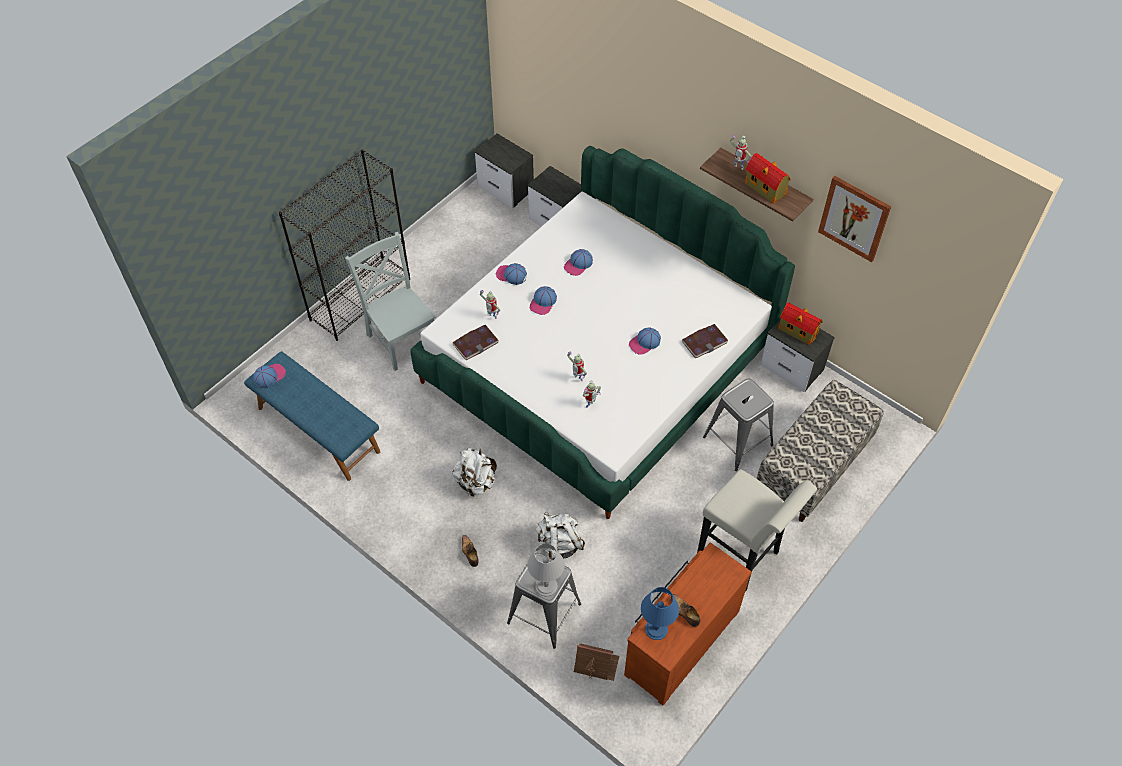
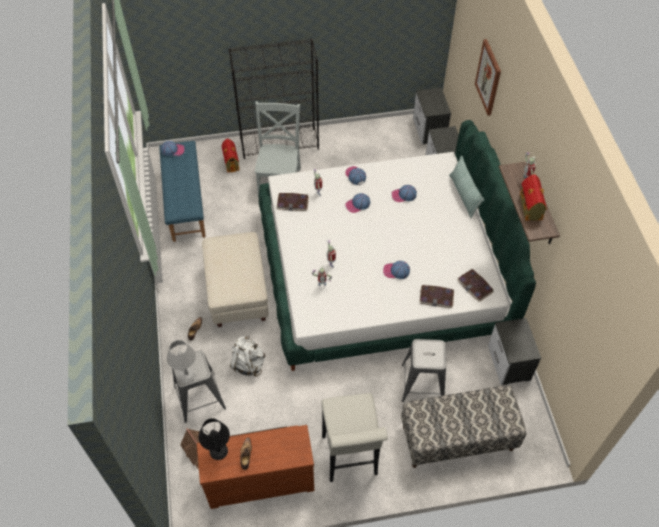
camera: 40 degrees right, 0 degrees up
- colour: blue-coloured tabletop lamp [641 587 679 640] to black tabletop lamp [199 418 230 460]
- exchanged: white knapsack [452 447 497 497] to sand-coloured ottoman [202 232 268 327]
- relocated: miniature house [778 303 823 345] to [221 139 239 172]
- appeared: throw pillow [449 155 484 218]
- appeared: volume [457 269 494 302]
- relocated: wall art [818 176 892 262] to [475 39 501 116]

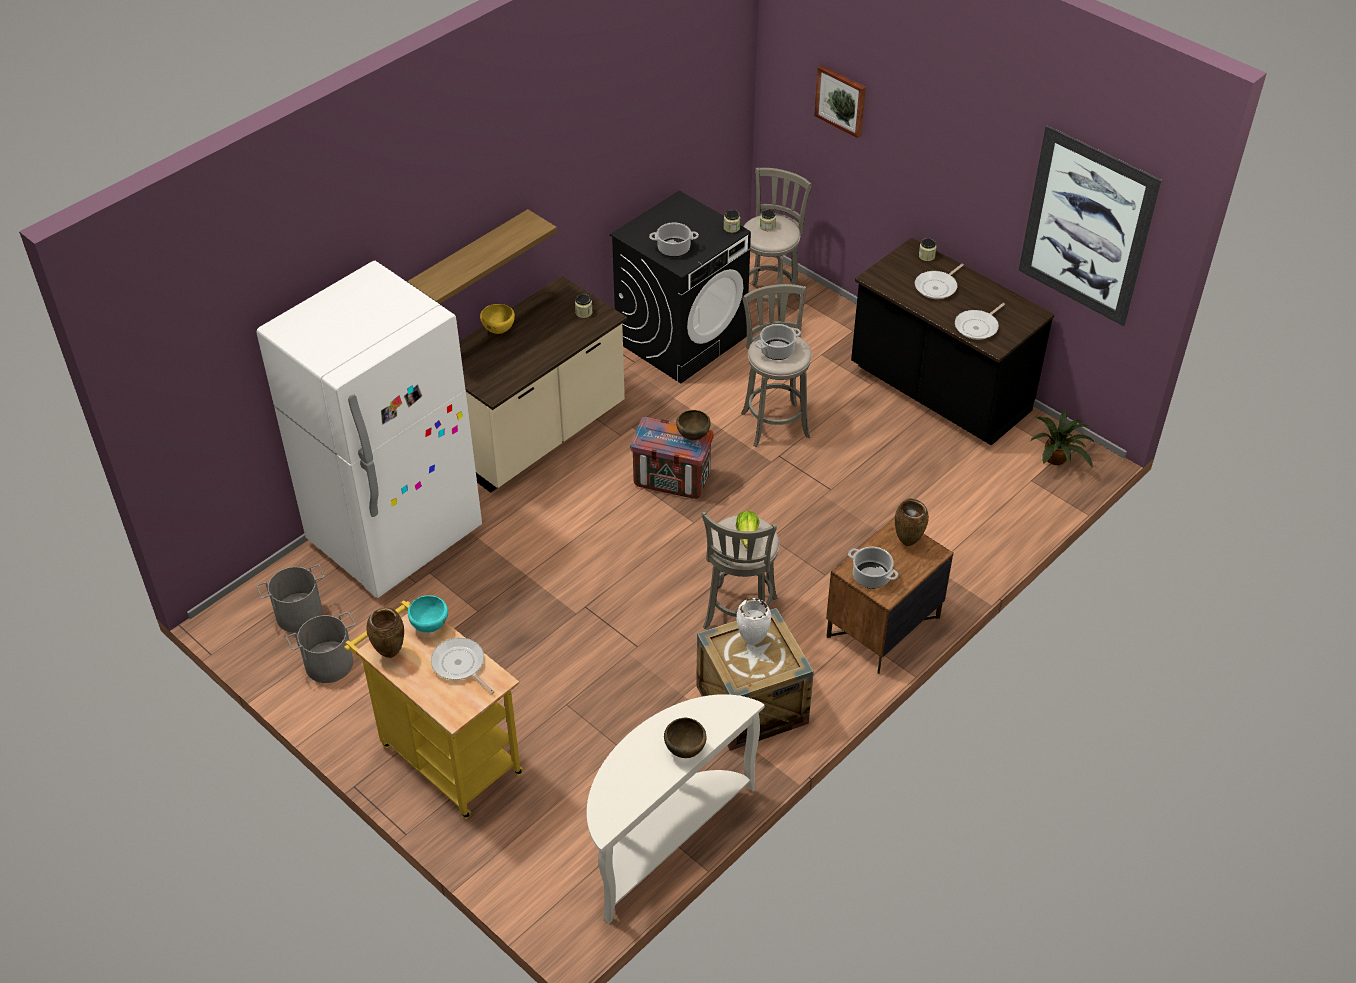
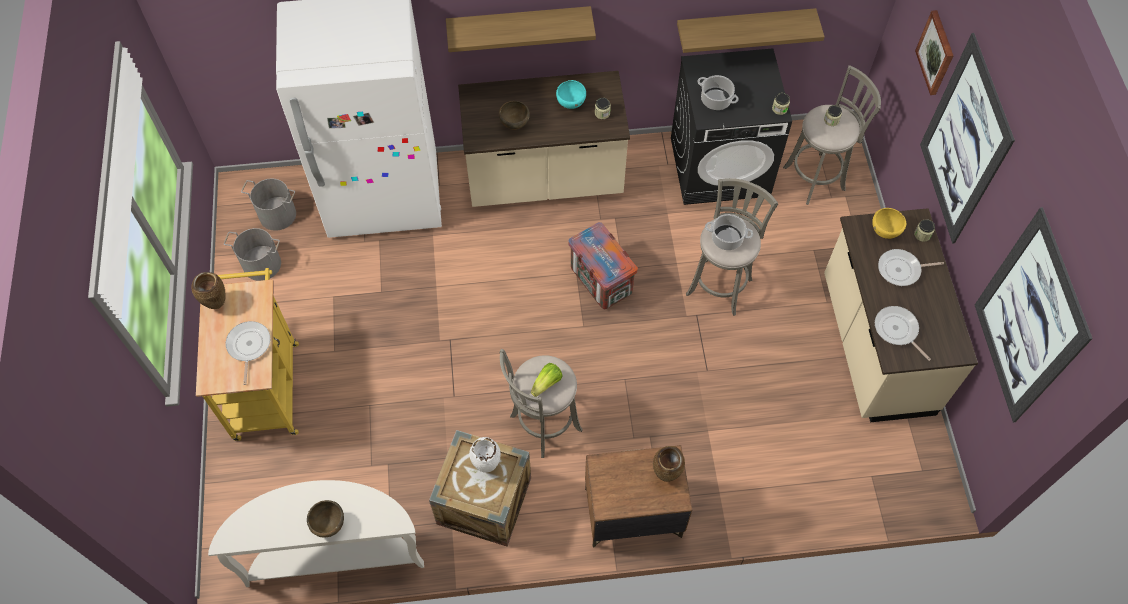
camera: 40 degrees right, 15 degrees up
- relocated: brownish serving bowl [676 410 711 440] to [499 101 530 130]
- relocated: turquoise serving bowl [408 595 448 633] to [556 80 586 109]
- appeared: wall shelf [677 8 824 53]
- colour: black counter [851 237 1054 446] to sand-coloured counter [824 208 978 422]
- relocated: yellow serving bowl [480 304 515 334] to [872 208 906 239]
- spun: frying pan [955 303 1005 340] = [875 306 931 361] 60 degrees clockwise
- appeared: wall art [920 33 1015 244]
- missing: cooking pot [848 547 898 589]
- missing: plant in a pot [1030 410 1095 468]

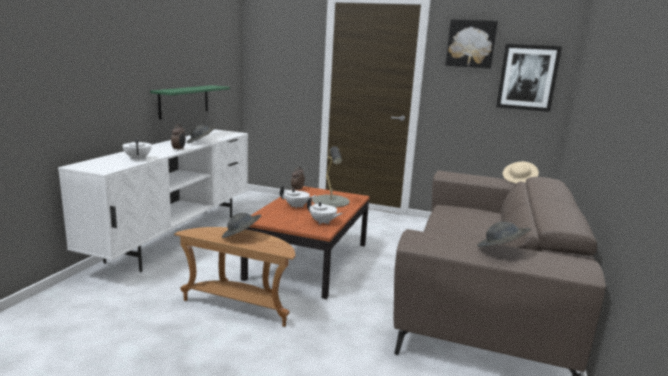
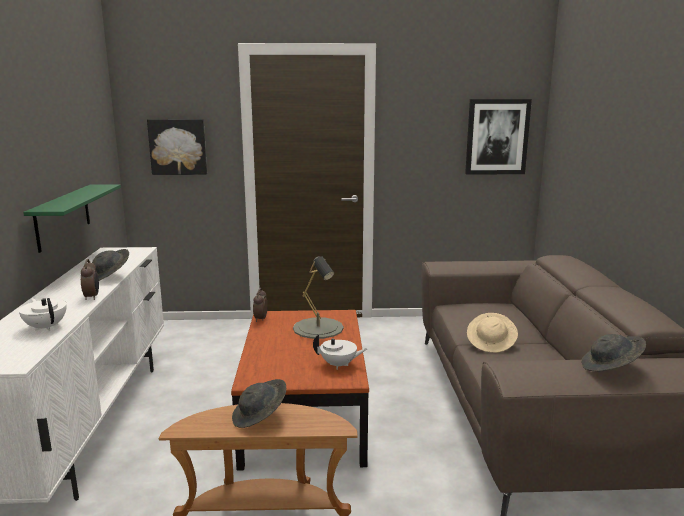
camera: 20 degrees left, 0 degrees up
- relocated: wall art [445 19 498 68] to [147 119 207 175]
- relocated: sand-coloured clothing hat [503 162 539 184] to [467 313 518 353]
- missing: white pot for tea [280 185 317 208]

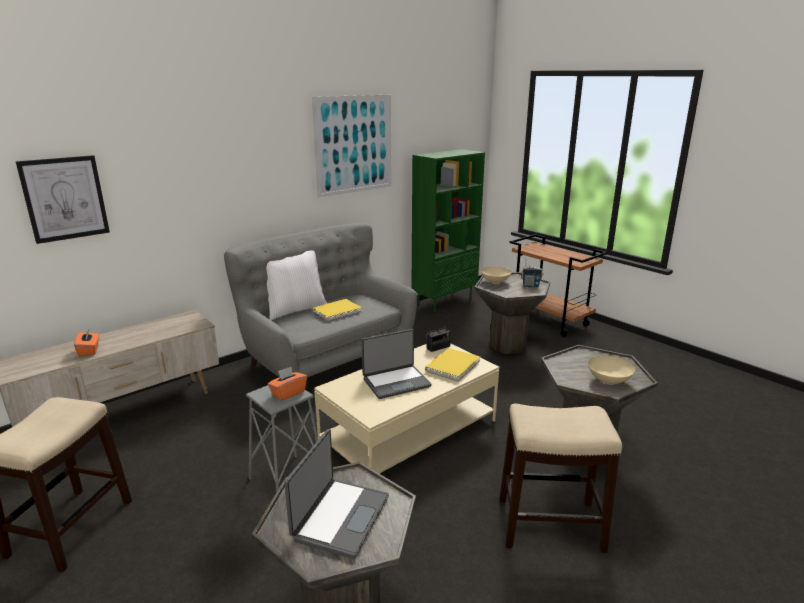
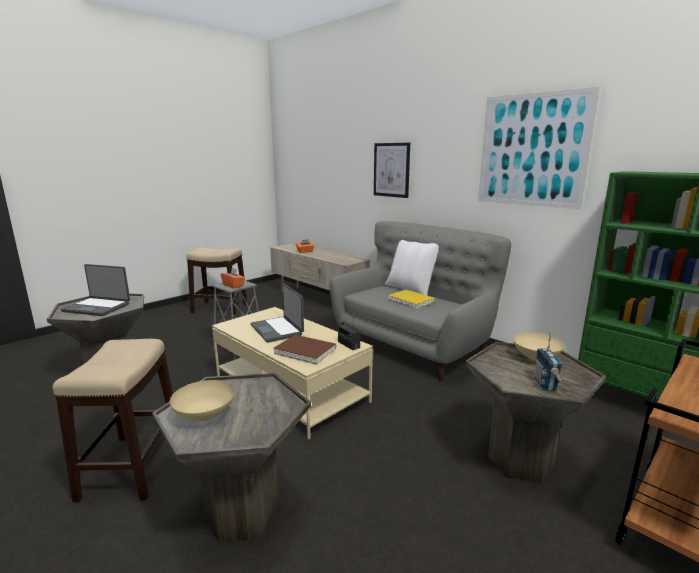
camera: 85 degrees right, 5 degrees down
- colour: yellow volume [425 348 480 382] to brownish volume [274 335 336 365]
- relocated: wall art [16 155 110 244] to [374 143 410 198]

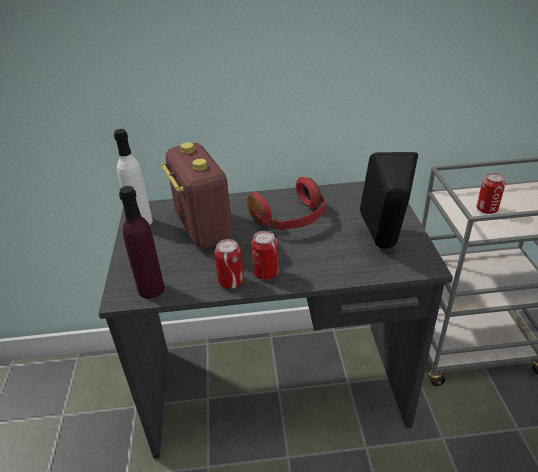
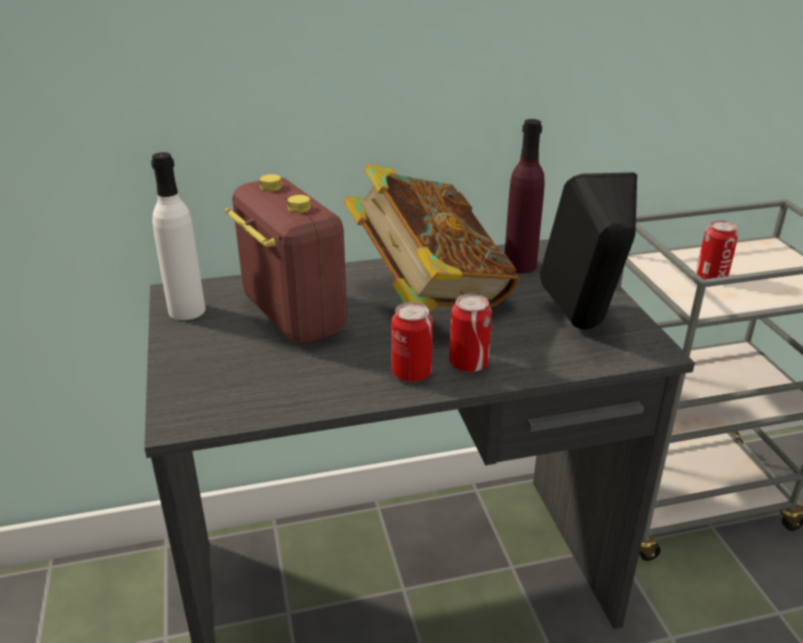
camera: 10 degrees left, 5 degrees down
- exchanged: red-coloured pair of headphones [247 177 326 230] to volume [344 164 519 311]
- relocated: can [214 239 244 289] to [449 294 492 372]
- relocated: purple bottle [119 186 165 298] to [505 119 545 273]

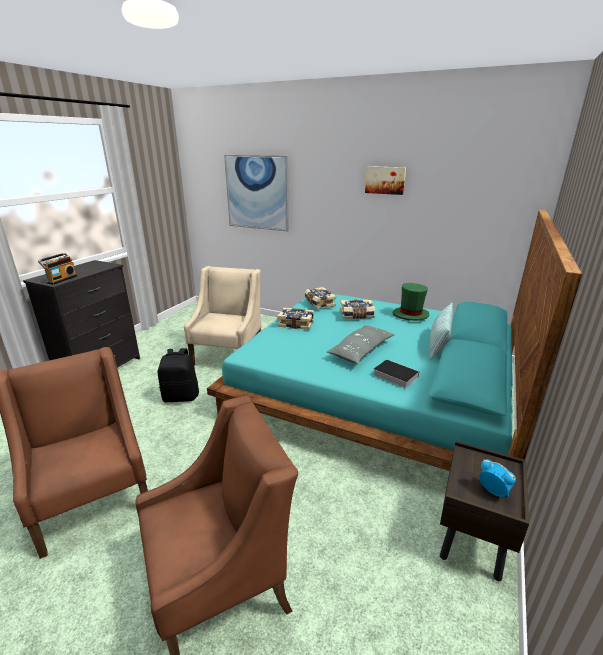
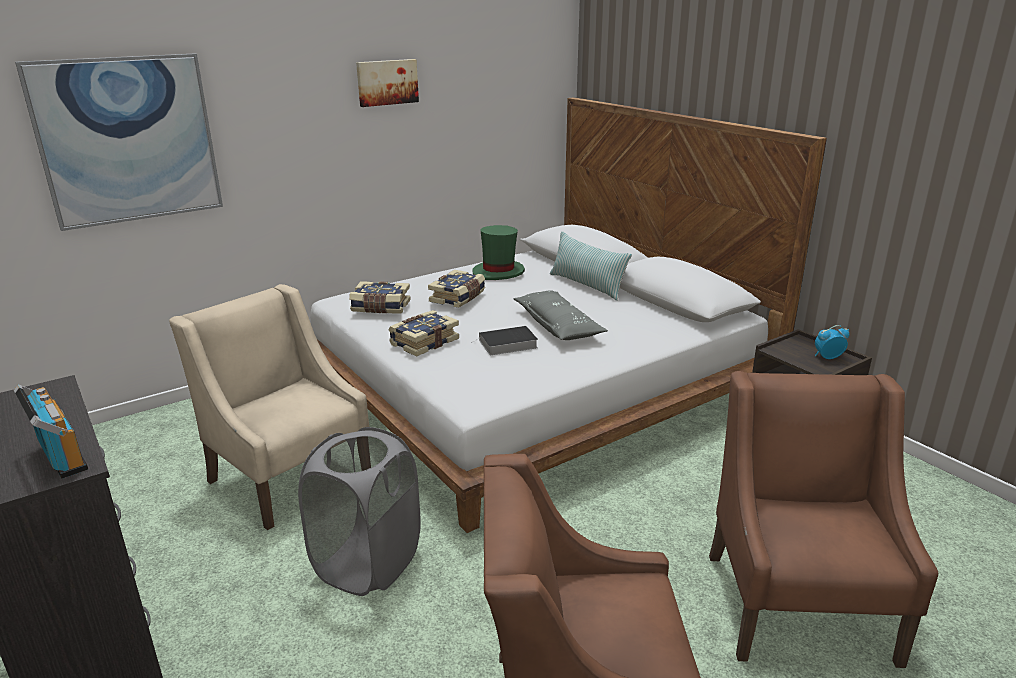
camera: 60 degrees left, 0 degrees up
- exchanged: black knapsack [158 348 199 402] to greyish washing basket [298 427 421 596]
- colour: turquoise sleeping bed [207 210 582 471] to white sleeping bed [310 97 827 533]
- relocated: volume [373 359 419 388] to [471 326 538 355]

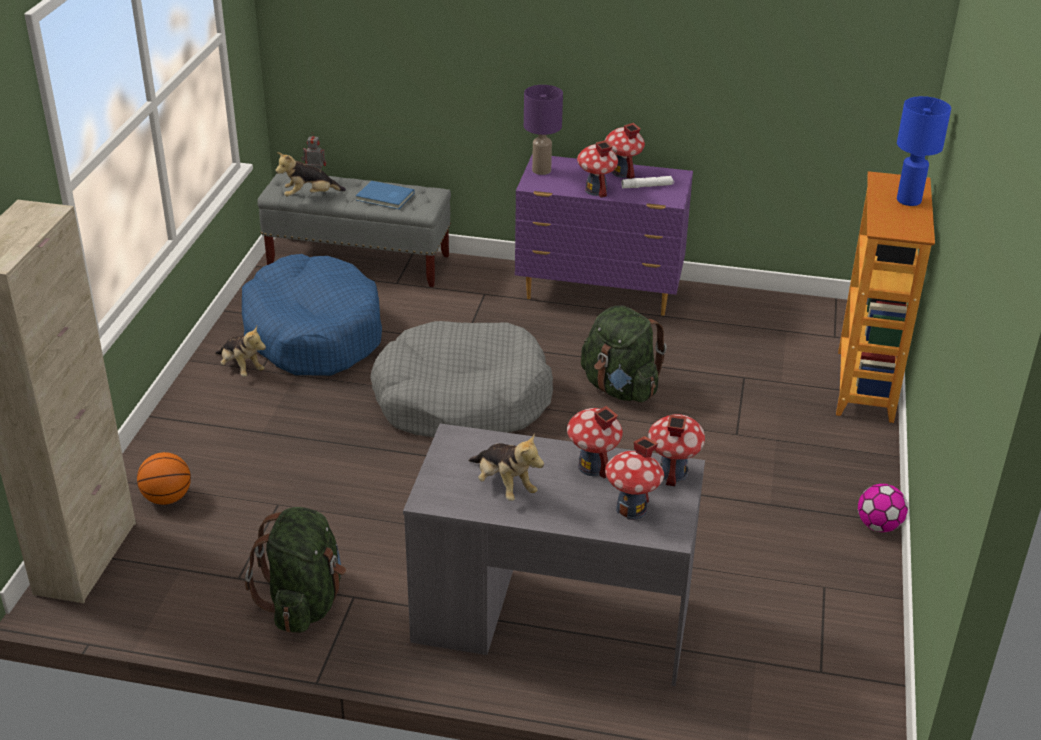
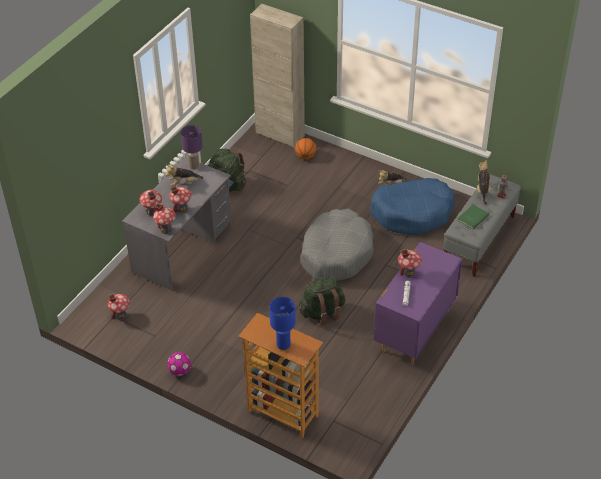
camera: 110 degrees right, 10 degrees up
- relocated: miniature house [605 123 645 179] to [108 293 130 320]
- relocated: purple tabletop lamp [524 85 563 175] to [180 125 202 170]
- colour: blue-coloured volume [356 181 415 209] to green-coloured volume [457 205 489 230]

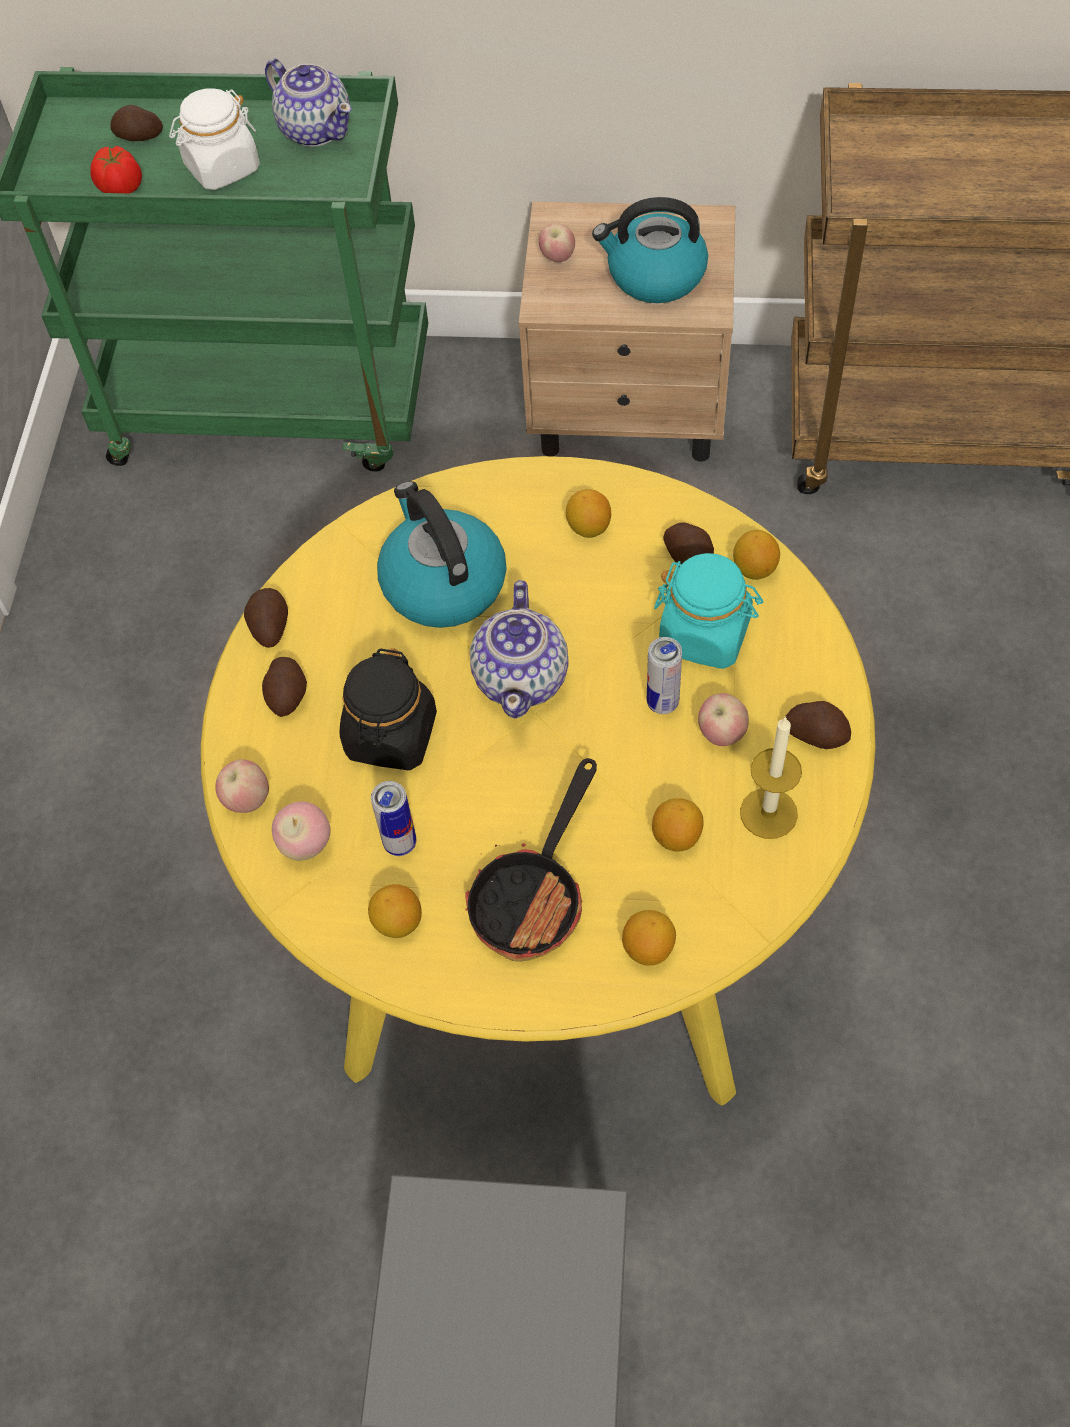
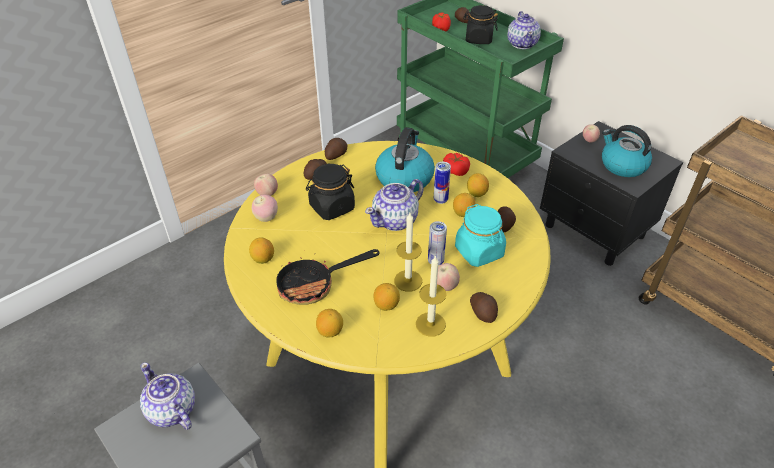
camera: 40 degrees right, 15 degrees down
- appeared: pot for tea [140 363 195 430]
- appeared: wax candle [394 213 422 292]
- relocated: can [371 781 416 856] to [434 162 451 204]
- appeared: fresh tomato [443 153 470 176]
- relocated: whole lemon [733 530 780 580] to [453 193 475 217]
- colour: white preserve jar [169 88 260 190] to black preserve jar [463 5 498 44]
- colour: sand-coloured bedside table [519 202 735 462] to black bedside table [540 121 683 266]

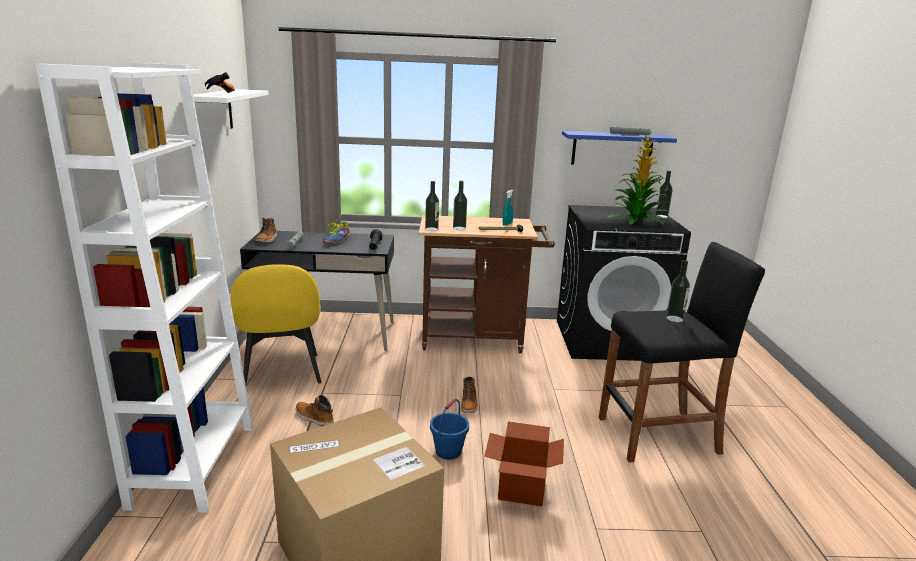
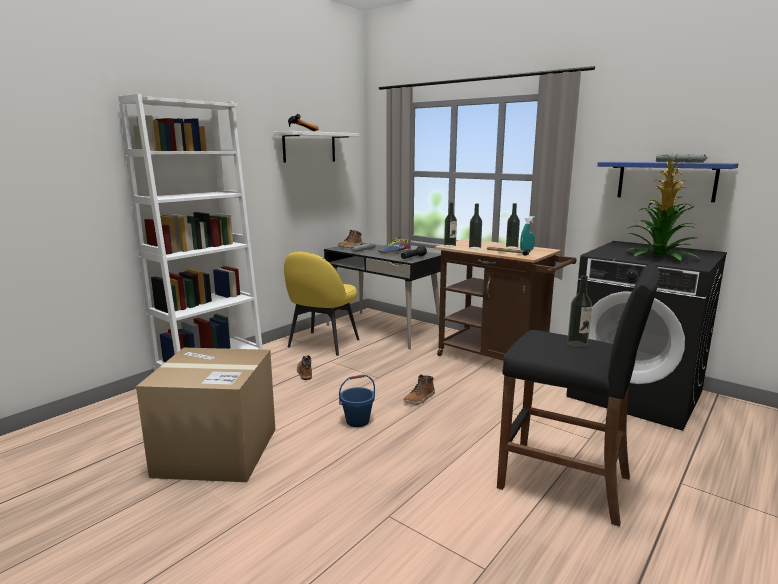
camera: 40 degrees right, 5 degrees down
- relocated: bottle [655 171 673 218] to [506 203 520 249]
- missing: packing box [484 421 564 506]

